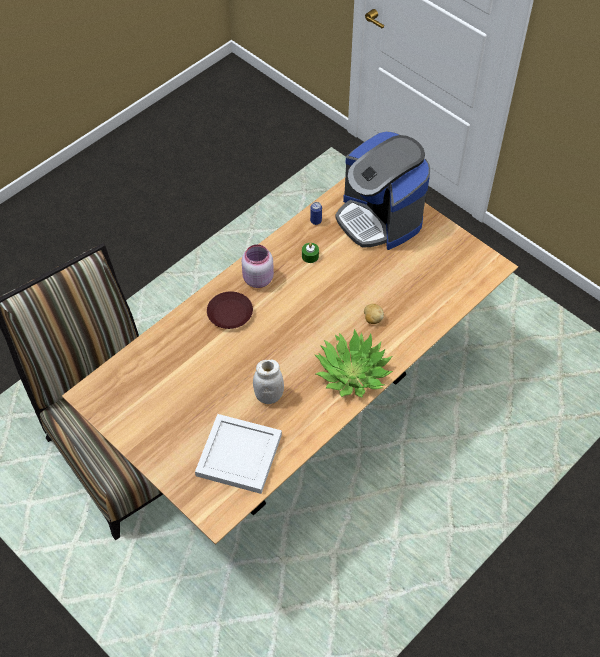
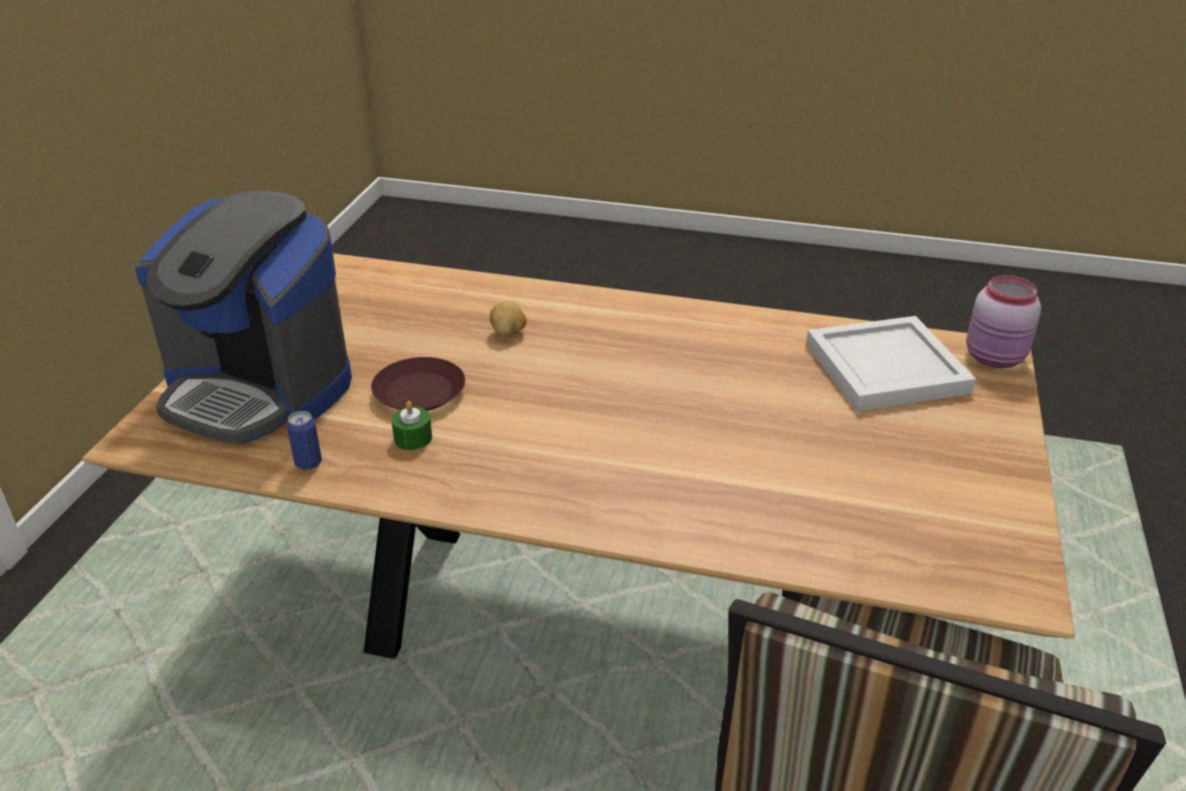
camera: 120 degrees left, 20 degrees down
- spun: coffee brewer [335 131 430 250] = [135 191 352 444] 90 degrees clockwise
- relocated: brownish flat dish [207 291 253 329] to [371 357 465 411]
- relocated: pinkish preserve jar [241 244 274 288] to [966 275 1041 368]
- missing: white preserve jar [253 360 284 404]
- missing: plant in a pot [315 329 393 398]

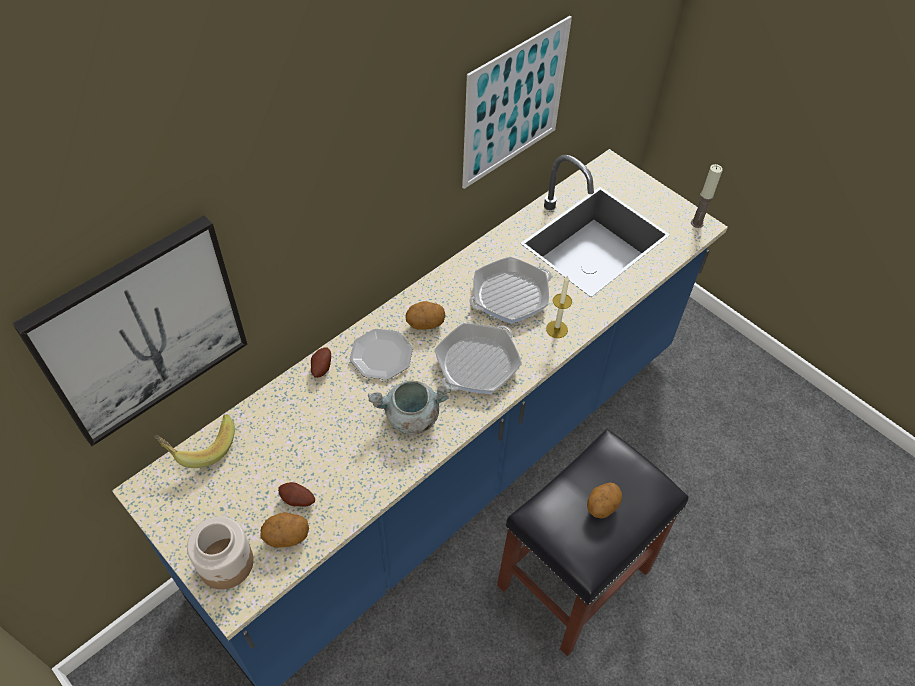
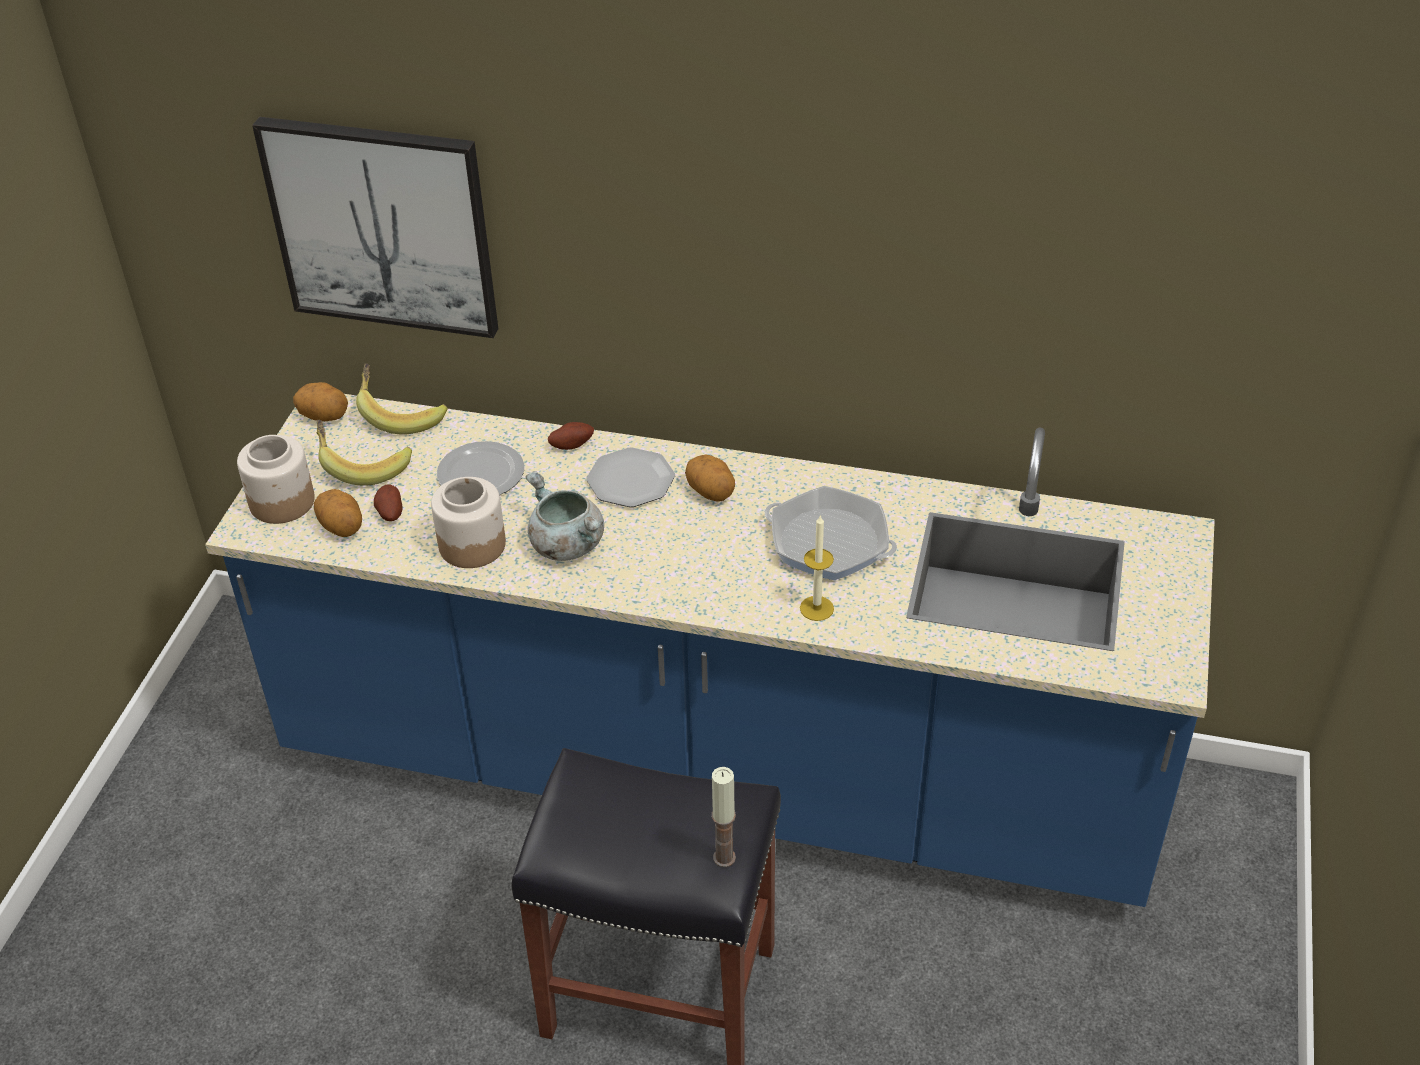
camera: 60 degrees right, 10 degrees down
- relocated: potato [587 483 622 519] to [293 382 348 421]
- appeared: banana fruit [317 420 412 486]
- appeared: preserve jar [431 477 506 568]
- appeared: flat dish [437 441 524 495]
- relocated: wax candle [691 164 723 228] to [712 767 736 867]
- missing: frying pan [435 323 522 394]
- missing: wall art [462 16 572 189]

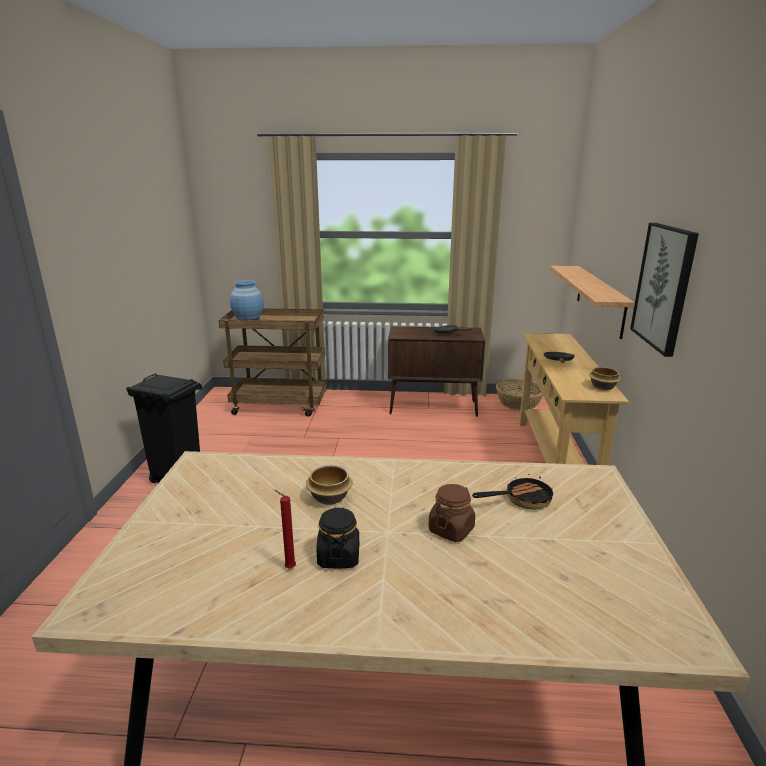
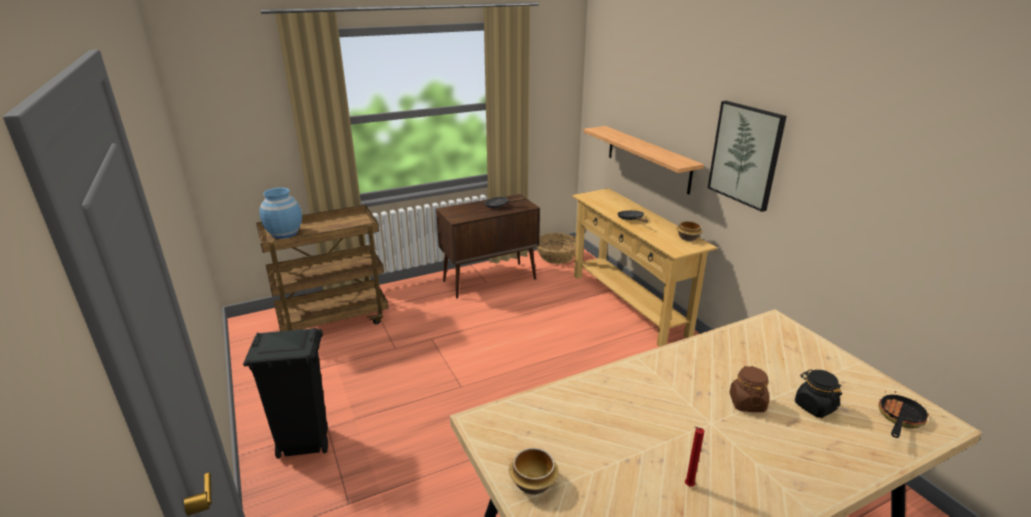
camera: 30 degrees left, 5 degrees up
- relocated: serving bowl [306 465 353 505] to [509 448 558 495]
- relocated: black preserve jar [317 507 359 569] to [795 369 842 418]
- relocated: frying pan [472 474 553 510] to [878 391 930 438]

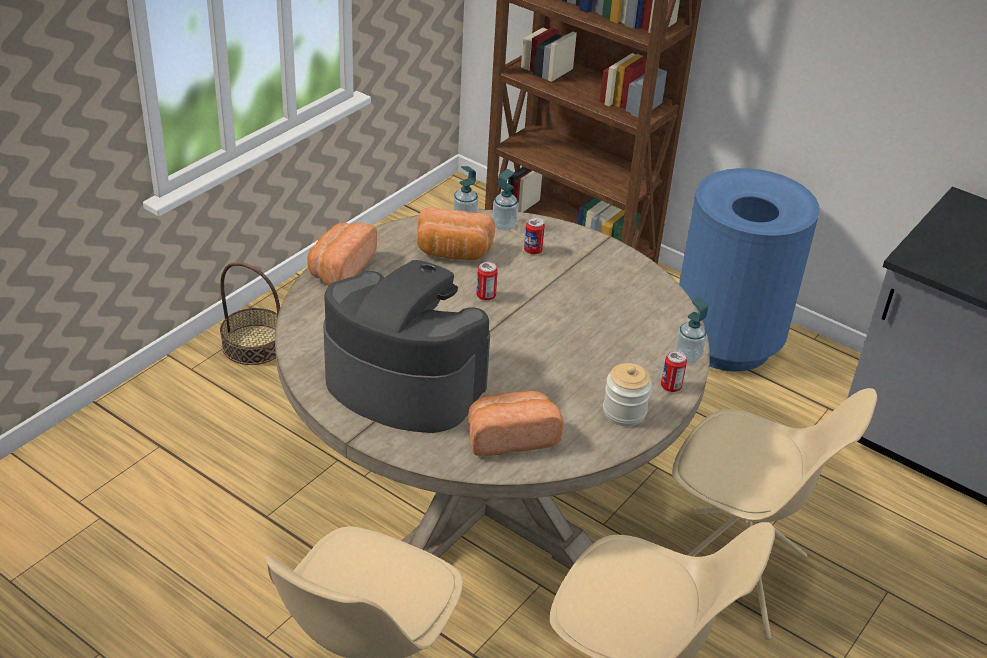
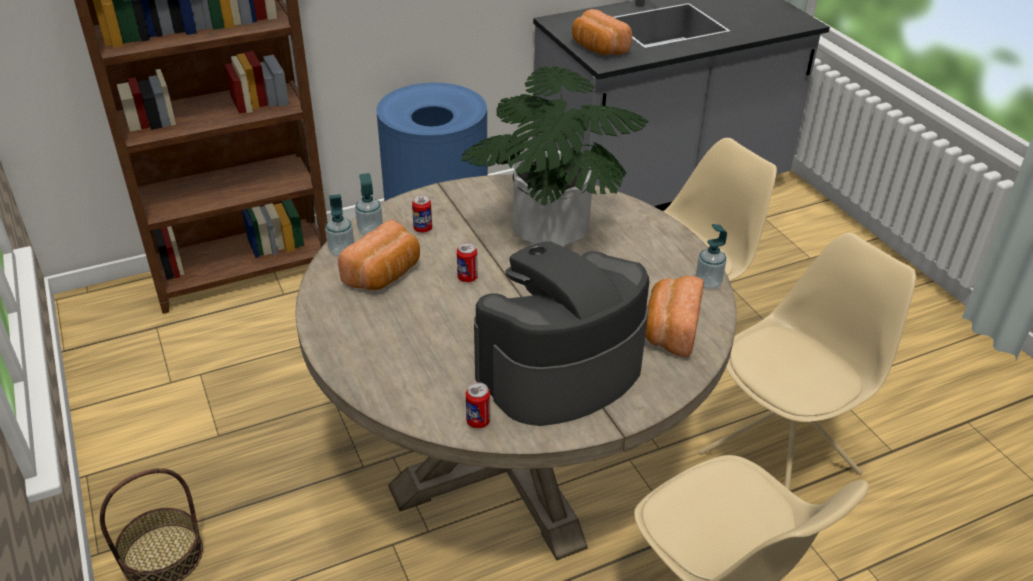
camera: 60 degrees left, 0 degrees up
- appeared: plant in a pot [461 66 648 247]
- relocated: can [661 351 687 392] to [466 382 490 428]
- relocated: bakery bread [307 223 377 286] to [572 9 632 55]
- relocated: soap bottle [675 297 708 364] to [695 224 727 290]
- missing: preserve jar [603 363 652 426]

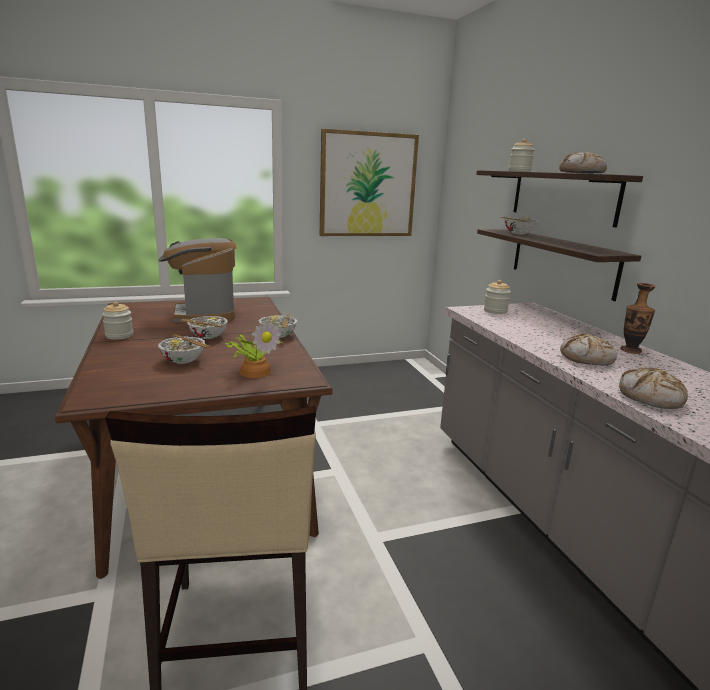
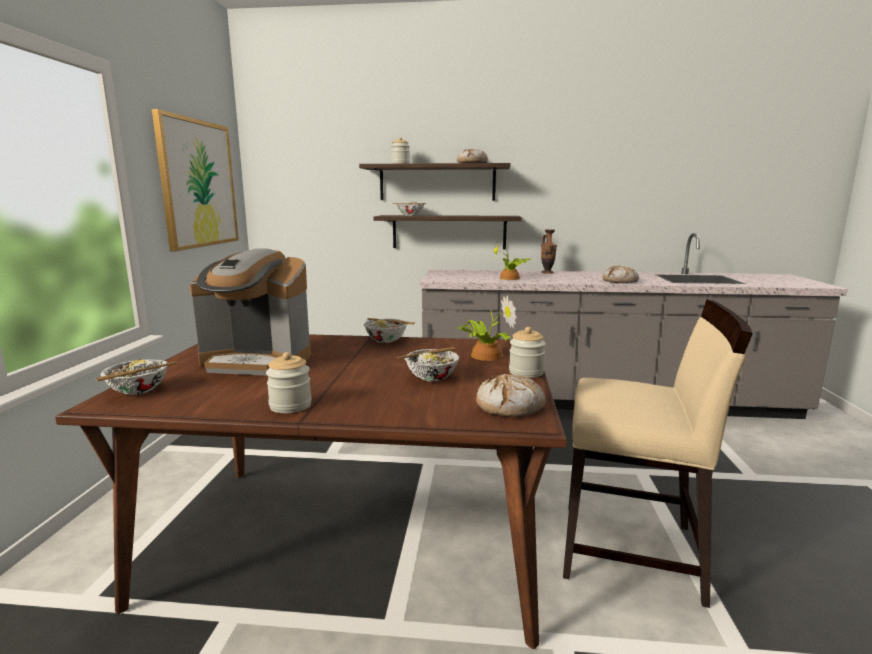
camera: 65 degrees left, 5 degrees down
- relocated: serving bowl [180 316 228 339] to [95 359 178 395]
- relocated: bakery bread [560 334 617 366] to [476 374 546 417]
- appeared: plant in a pot [494 242 531 280]
- relocated: preserve jar [484 280 511 314] to [509 327 546 378]

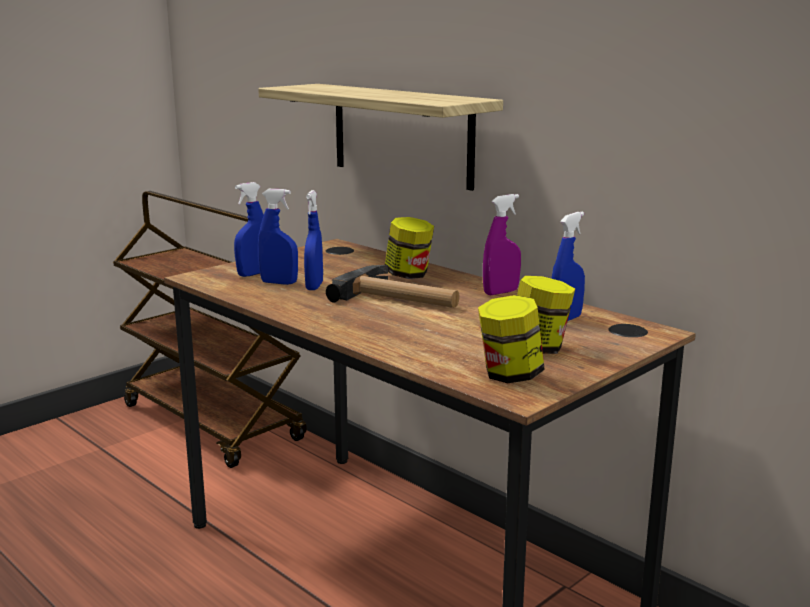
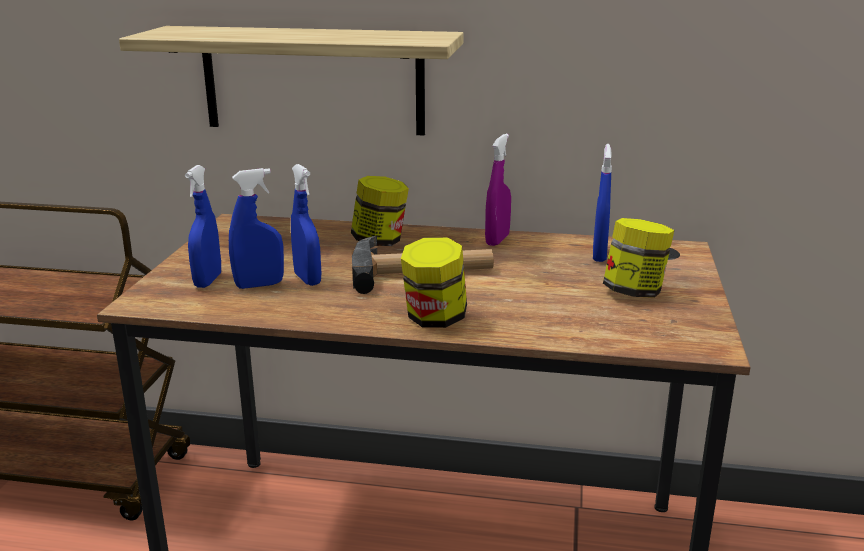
camera: 35 degrees left, 5 degrees up
- relocated: preserve jar [478 295 545 383] to [401 237 467 328]

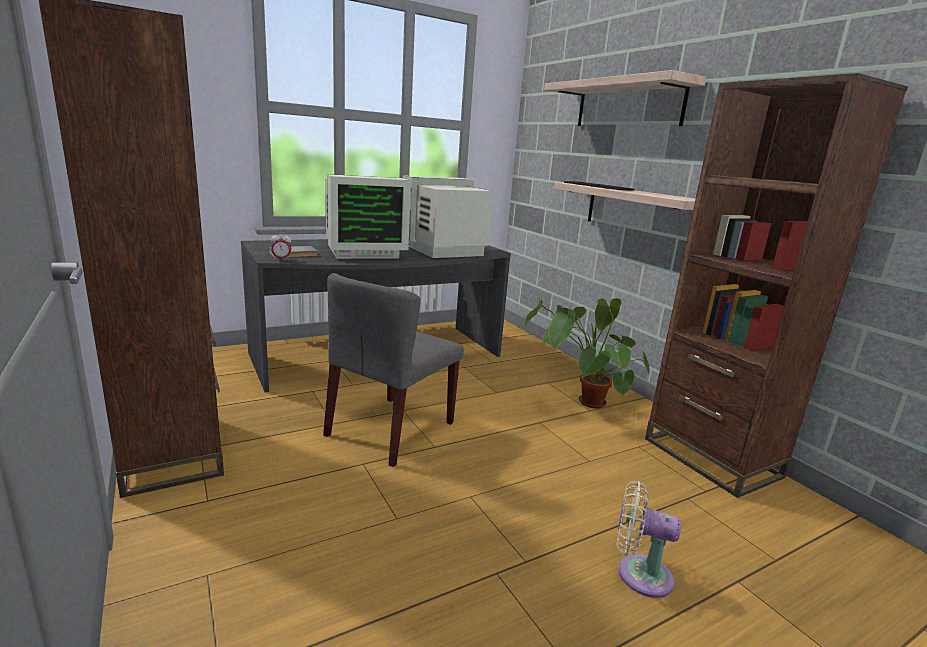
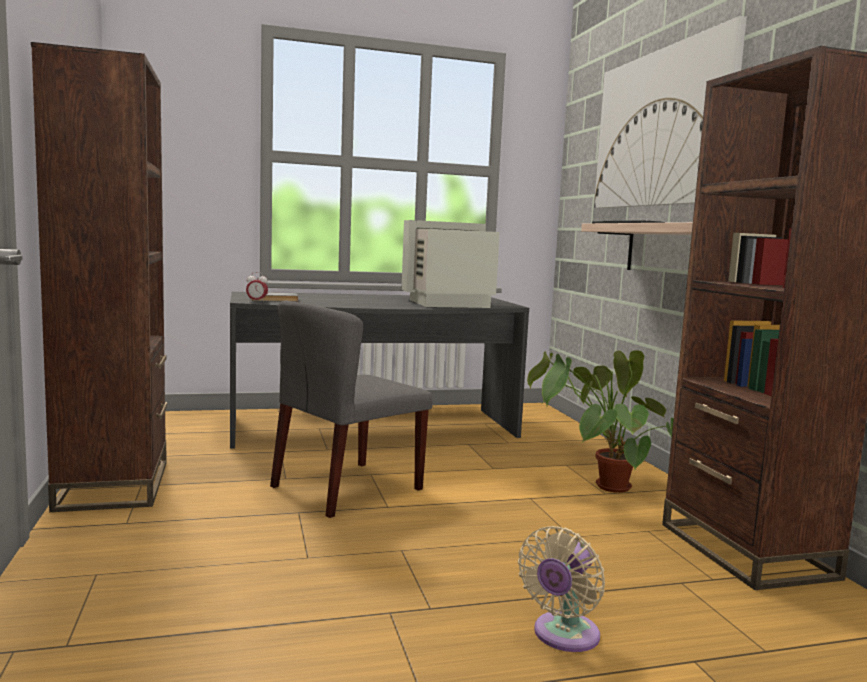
camera: 15 degrees right, 10 degrees down
- spun: sand-coloured cooling fan [616 481 681 598] = [518 526 605 652] 90 degrees counterclockwise
- exchanged: wall shelf [544 70 706 126] to wall art [594 16 747 208]
- missing: monitor [325 174 411 259]

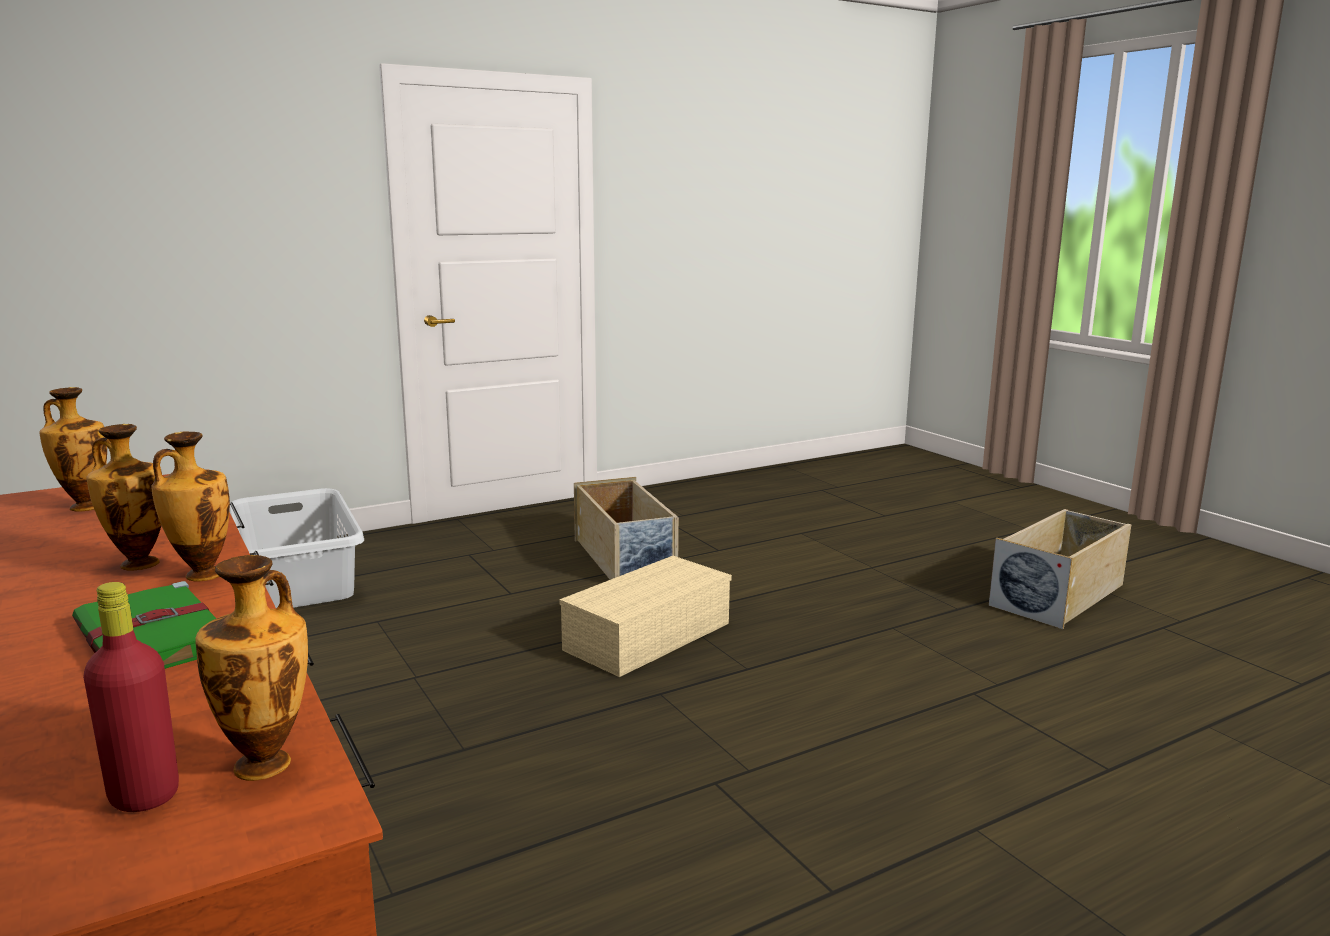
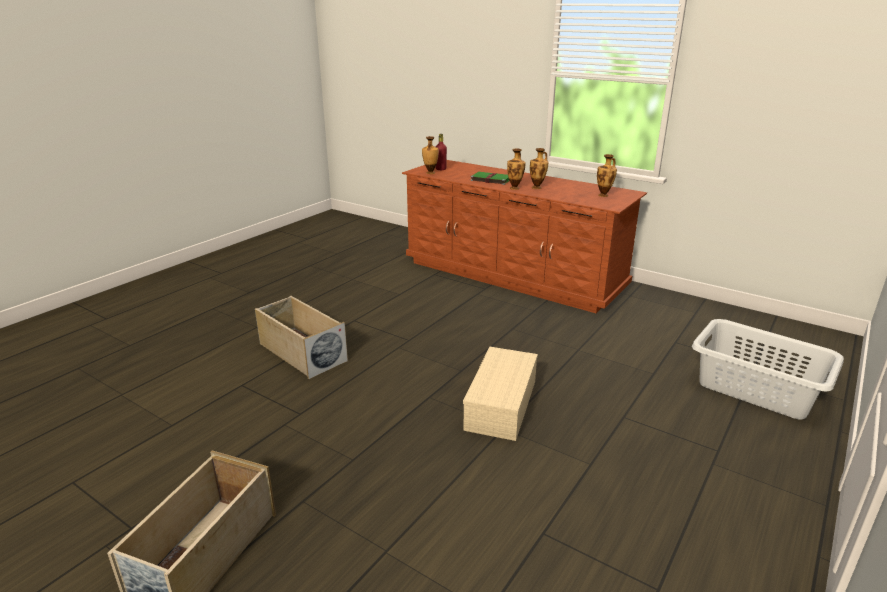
camera: 155 degrees right, 10 degrees up
- relocated: sand-coloured storage box [574 477 679 580] to [255 296 348 379]

